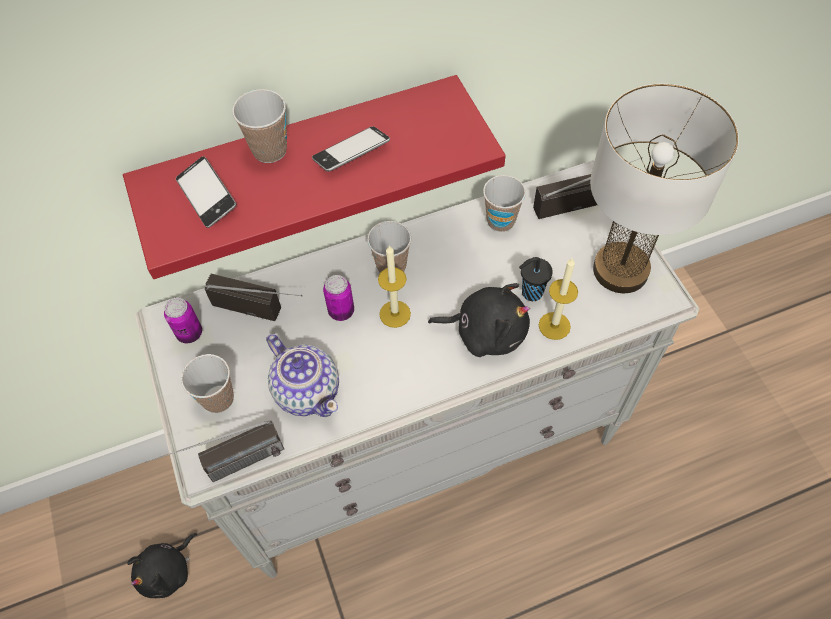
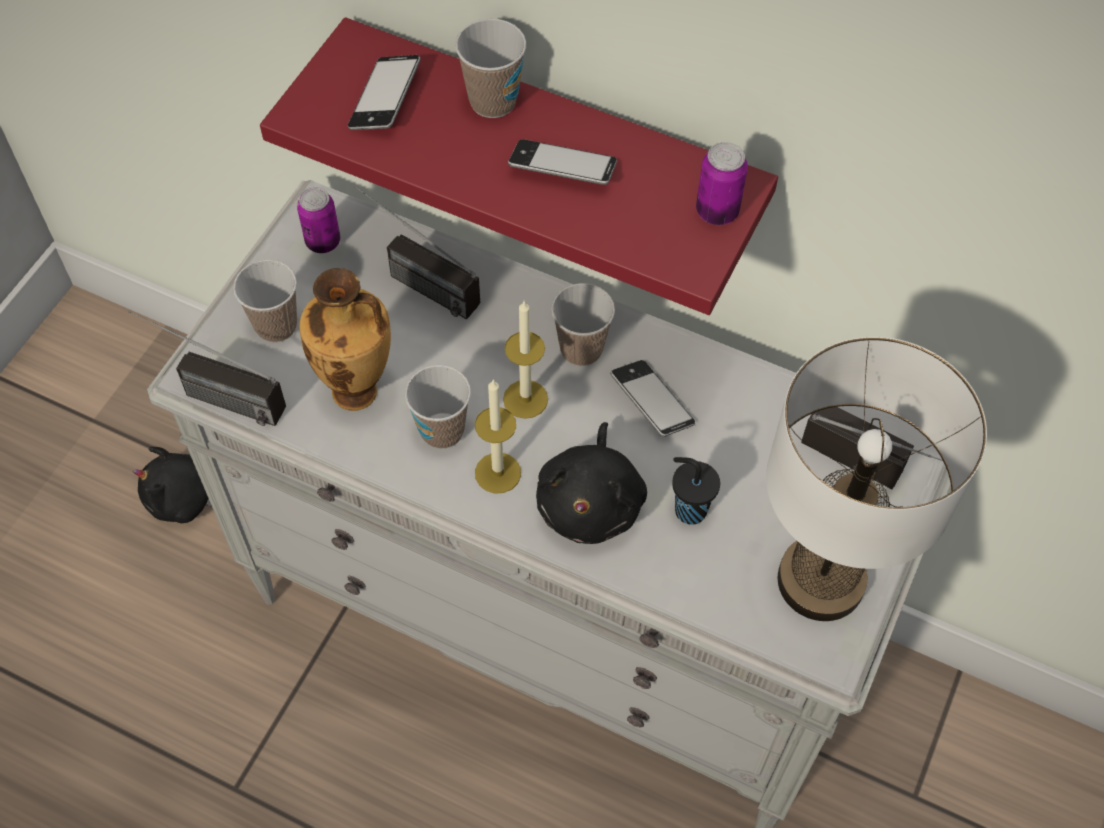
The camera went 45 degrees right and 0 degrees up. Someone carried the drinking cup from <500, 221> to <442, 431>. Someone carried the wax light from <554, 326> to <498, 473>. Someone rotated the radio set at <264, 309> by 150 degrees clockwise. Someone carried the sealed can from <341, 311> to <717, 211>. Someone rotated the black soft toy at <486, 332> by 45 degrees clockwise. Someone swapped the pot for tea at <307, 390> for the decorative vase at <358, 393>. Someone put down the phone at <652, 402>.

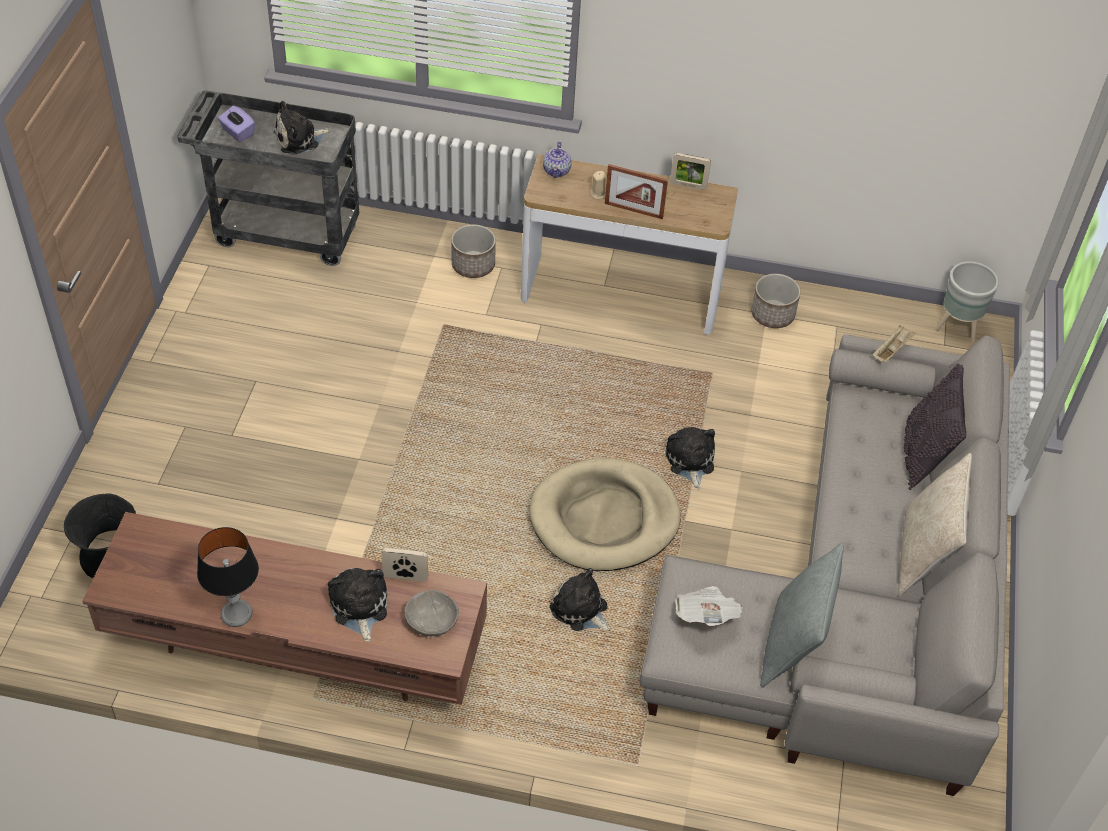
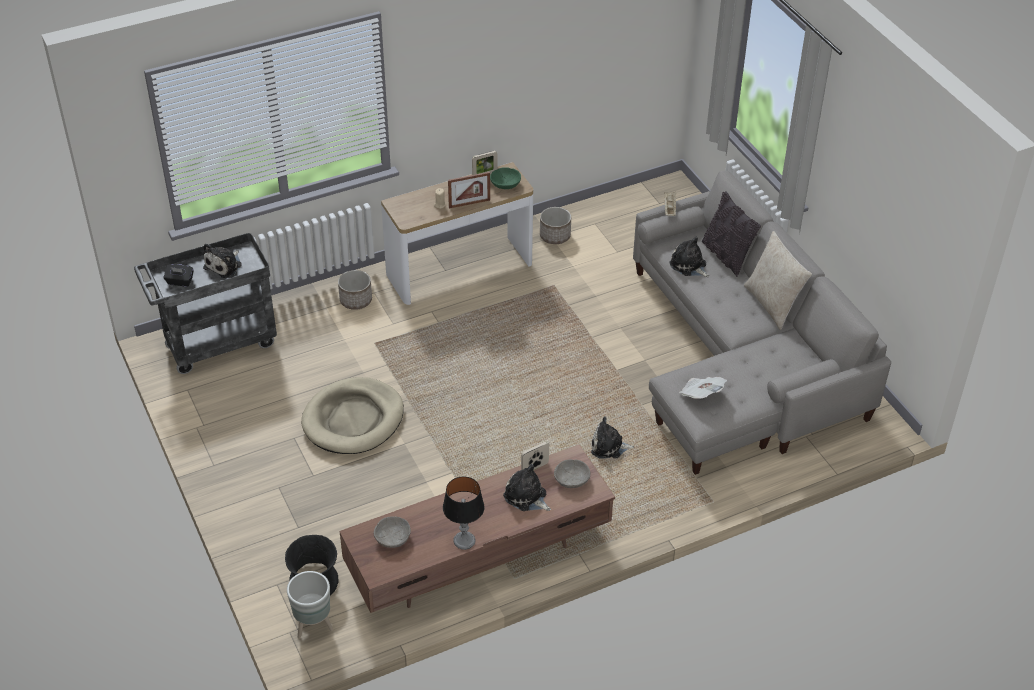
The camera went 35 degrees left and 5 degrees down. Someone repainted the purplish tissue box at <237, 132>, which became the black tissue box at <180, 281>. Someone took away the pot for tea at <557, 170>. Someone carried the gray planter from <956, 328> to <313, 626>. Someone carried the soft toy from <690, 462> to <689, 266>. Someone carried the beige-coloured pet bed from <604, 519> to <353, 419>. Someone took away the gray cushion at <793, 644>. Someone put down the green bowl at <505, 184>. Someone put down the gray bowl at <392, 538>.

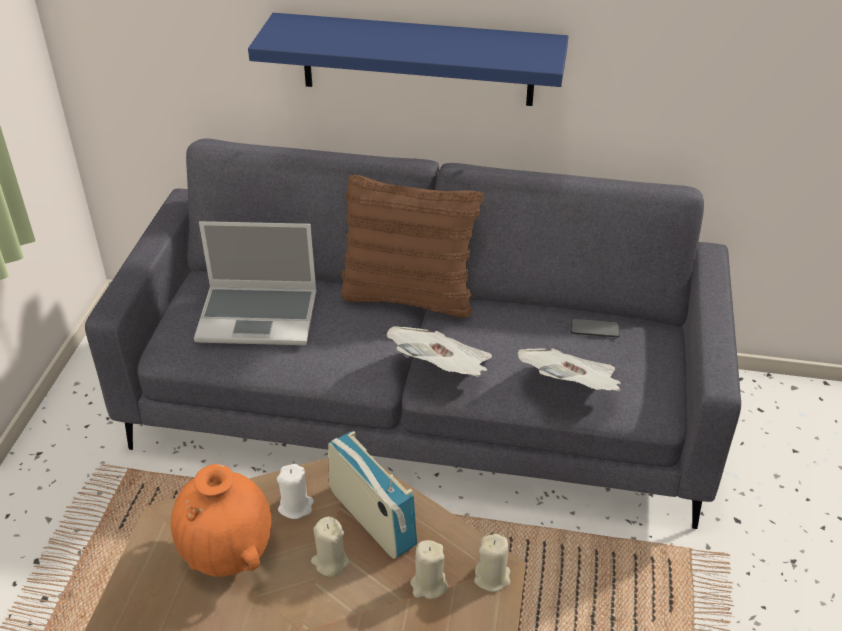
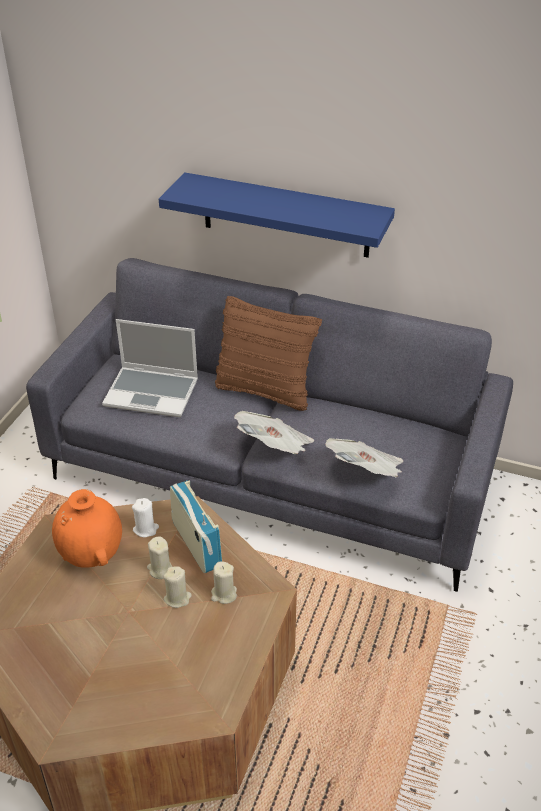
The camera went 10 degrees right and 0 degrees up. Someone took away the phone at <594, 329>. Someone carried the beige-coloured wax light from <492, 577> to <177, 598>.

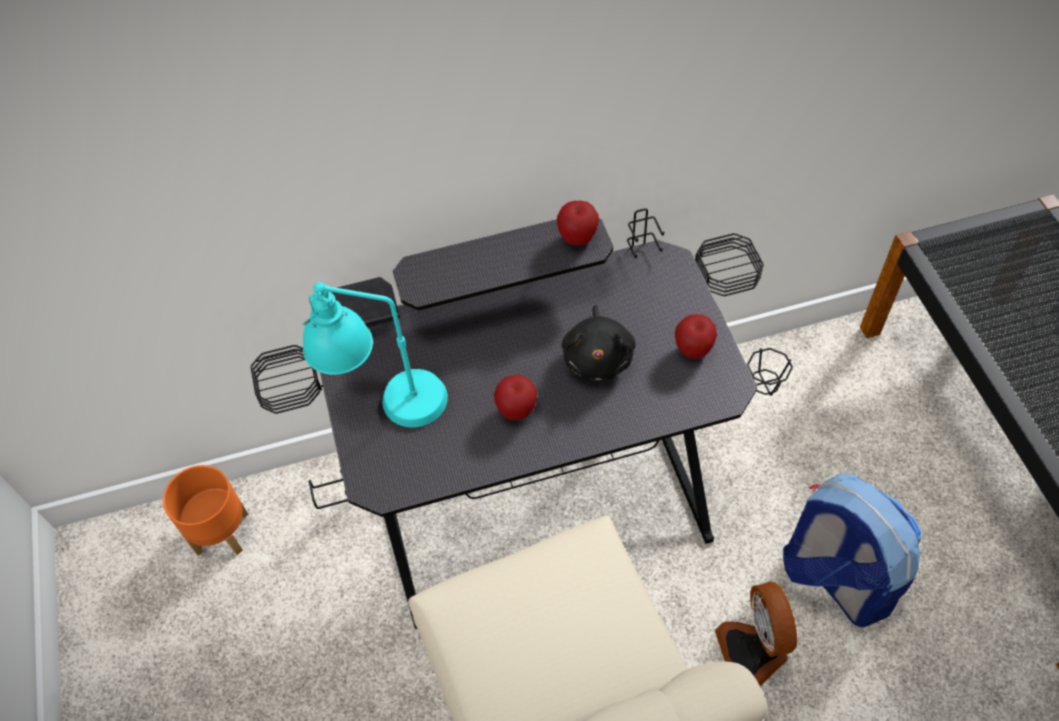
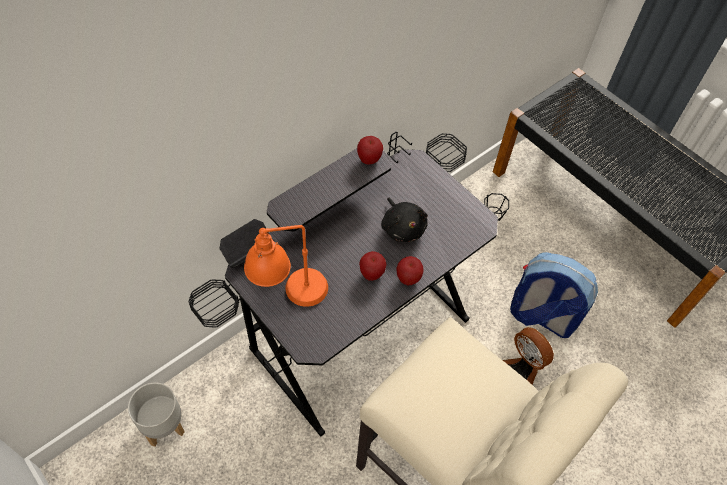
The camera went 30 degrees left and 0 degrees up. Someone repainted the blue-green tabletop lamp at <385, 403>, which became the orange tabletop lamp at <289, 296>. Someone carried the apple from <693, 350> to <408, 279>. Someone repainted the orange planter at <221, 531>, which became the gray planter at <163, 425>.

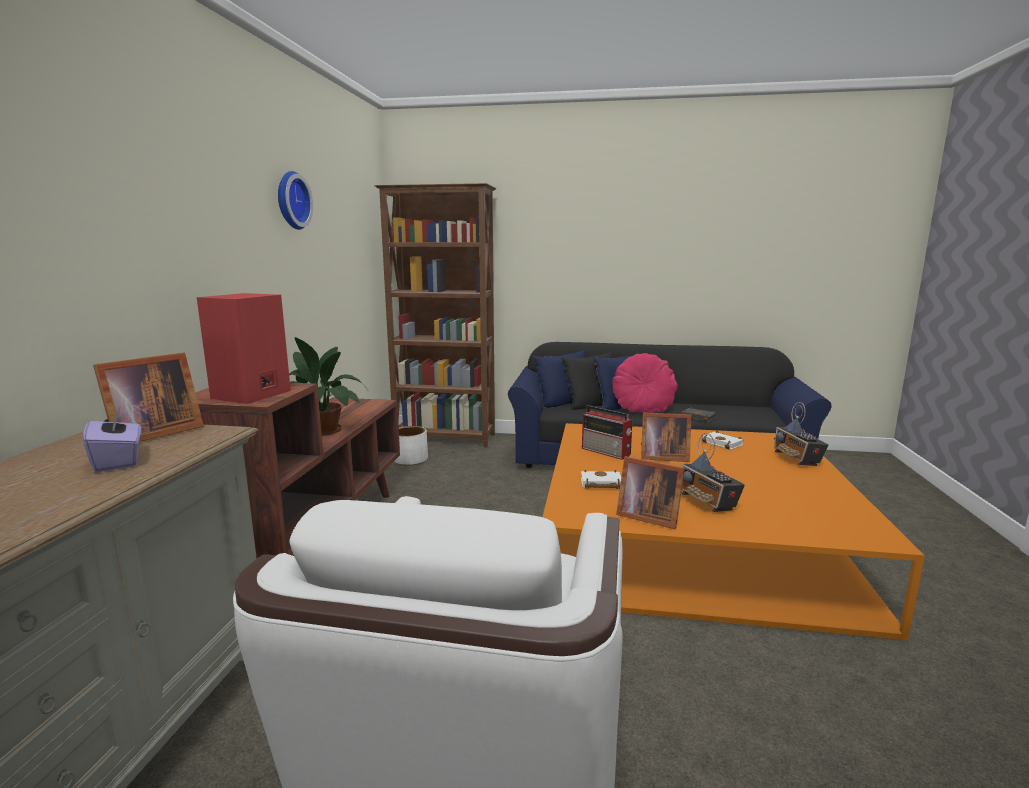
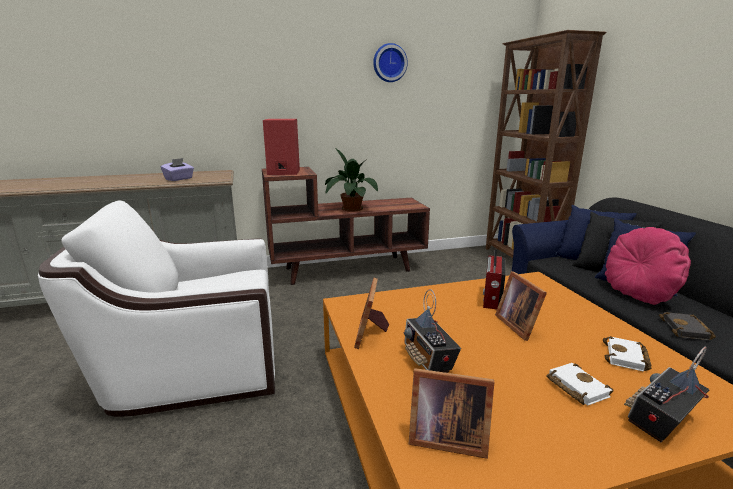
The camera went 65 degrees right and 5 degrees up. Someone carried the standing frame from <151, 434> to <444, 437>. Someone took away the whitish planter at <410, 460>. Someone rotated the radio set at <708, 503> by 60 degrees counterclockwise. Someone carried the whitish book from <600, 484> to <575, 387>.

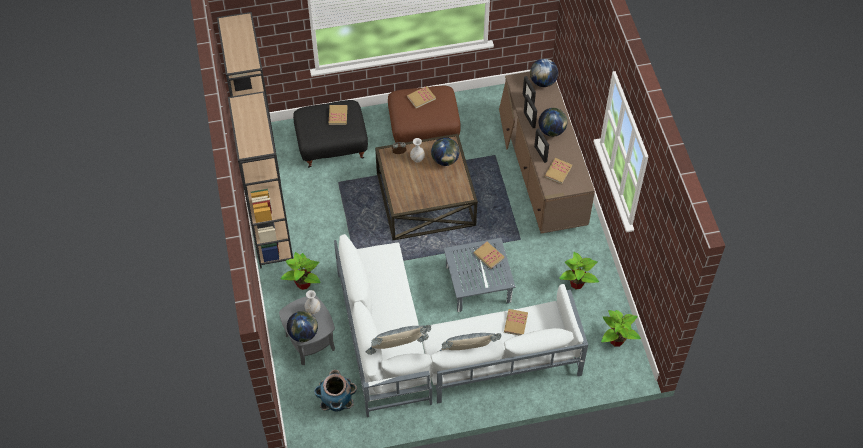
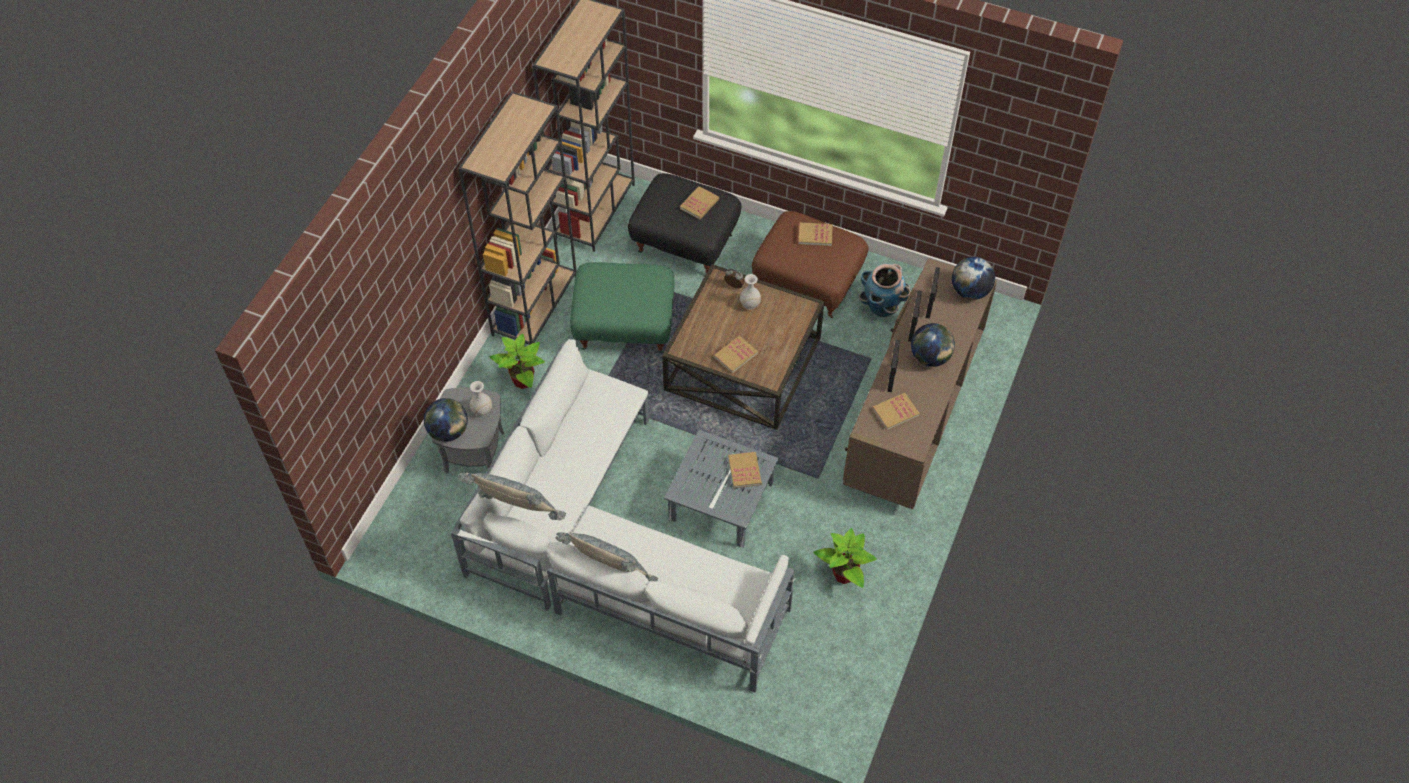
The camera went 35 degrees right and 0 degrees up. Someone took away the globe at <445, 160>. Someone carried the book from <515, 323> to <735, 355>. Someone took away the potted plant at <616, 340>. Someone carried the planter from <337, 403> to <881, 308>. Someone put down the green ottoman at <625, 326>.

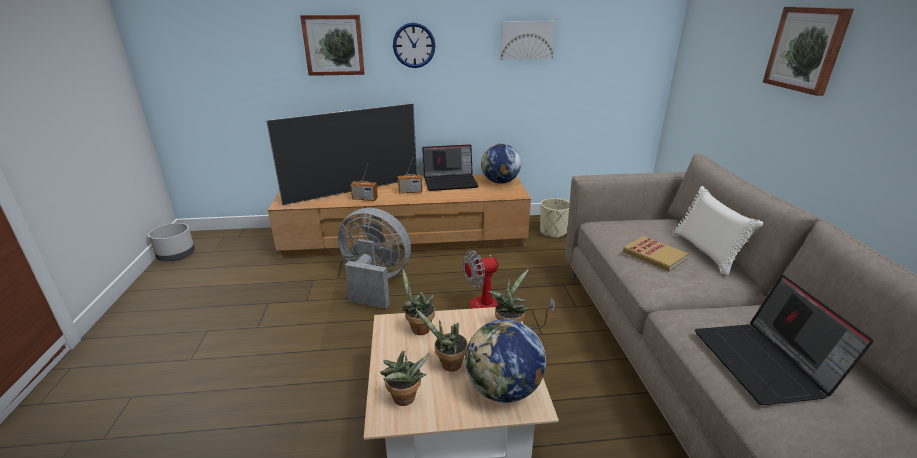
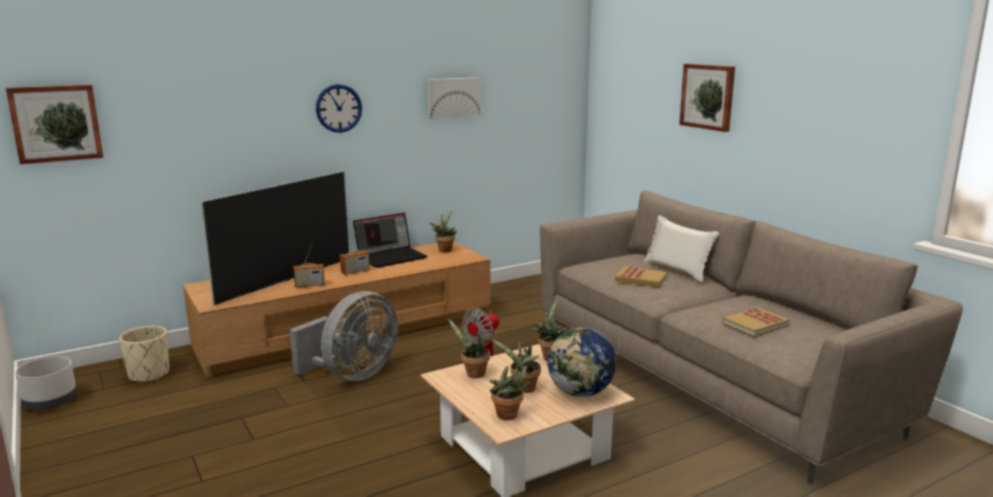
The camera went 25 degrees left and 10 degrees down. Someone carried the wall picture from <334, 45> to <56, 123>. Someone swapped the globe at <500, 182> for the potted plant at <445, 250>. Someone carried the beige-coloured planter from <553, 232> to <149, 374>. Someone rotated the gray cooling fan at <375, 282> by 135 degrees clockwise. Someone swapped the laptop at <764, 363> for the book at <755, 324>.

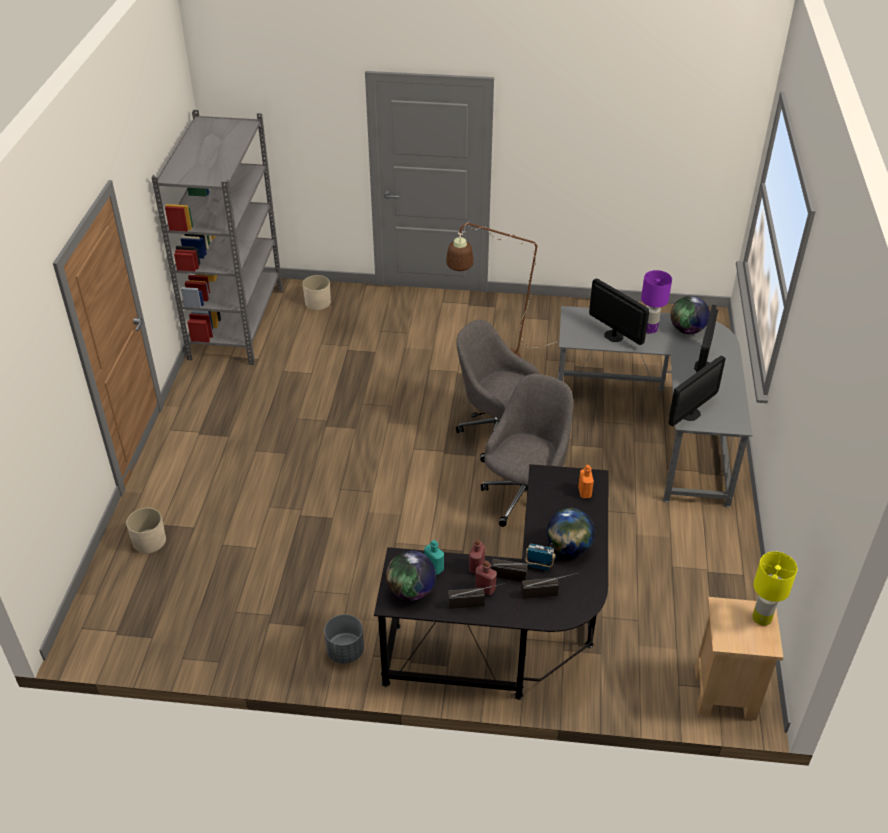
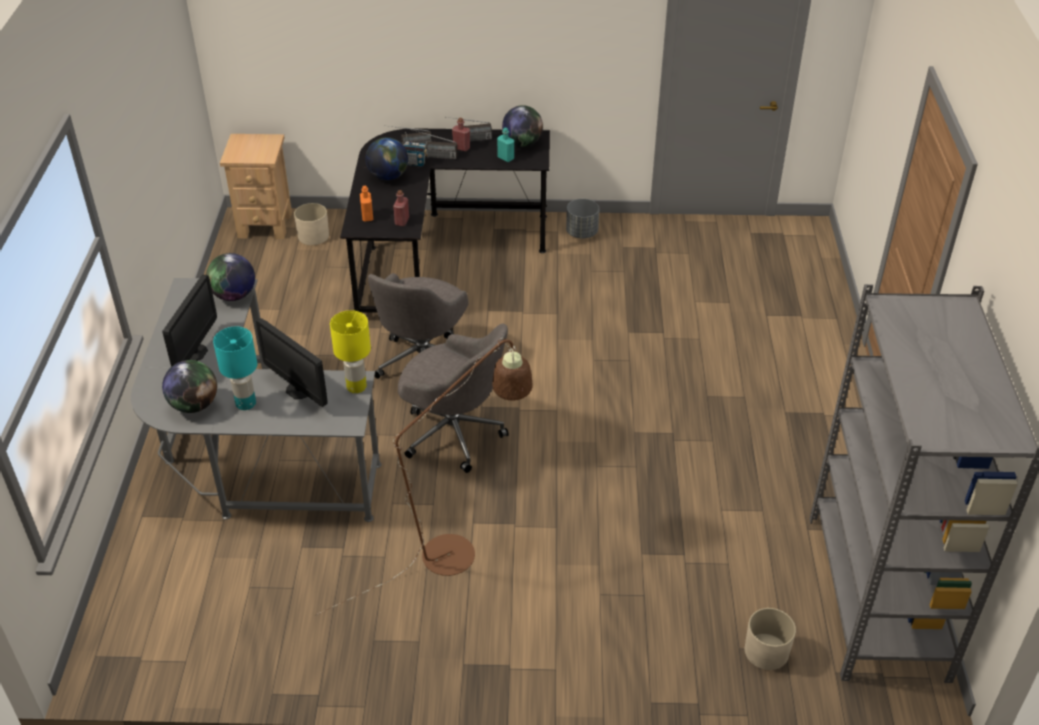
The camera went 175 degrees right and 0 degrees up. Someone repainted the purplish tabletop lamp at <649, 329>, which became the blue-green tabletop lamp at <246, 403>. Someone swapped the monitor at <690, 414> for the globe at <234, 295>. Someone carried the beige-coloured planter from <149, 541> to <313, 236>. Someone carried the reddish bottle from <476, 567> to <402, 221>. Someone carried the yellow tabletop lamp from <761, 617> to <356, 387>.

